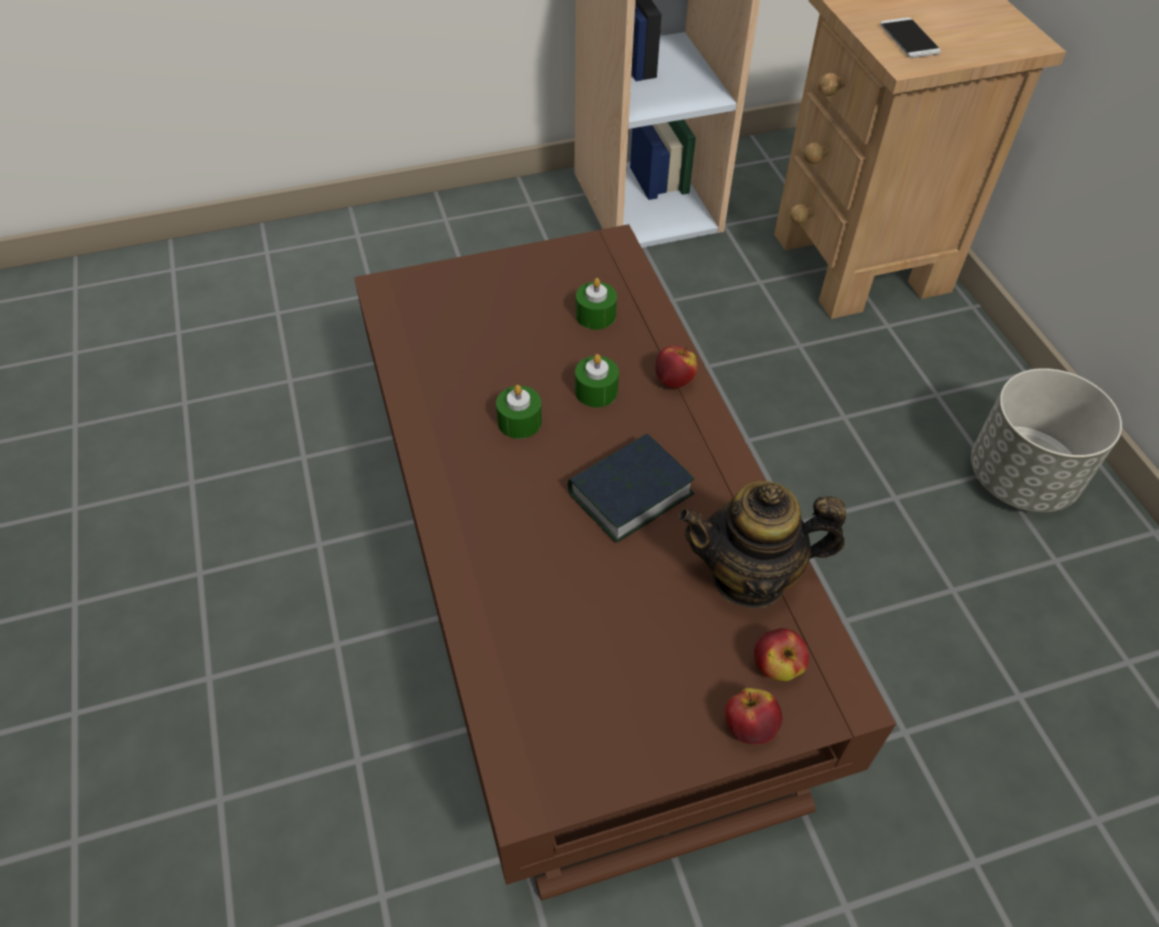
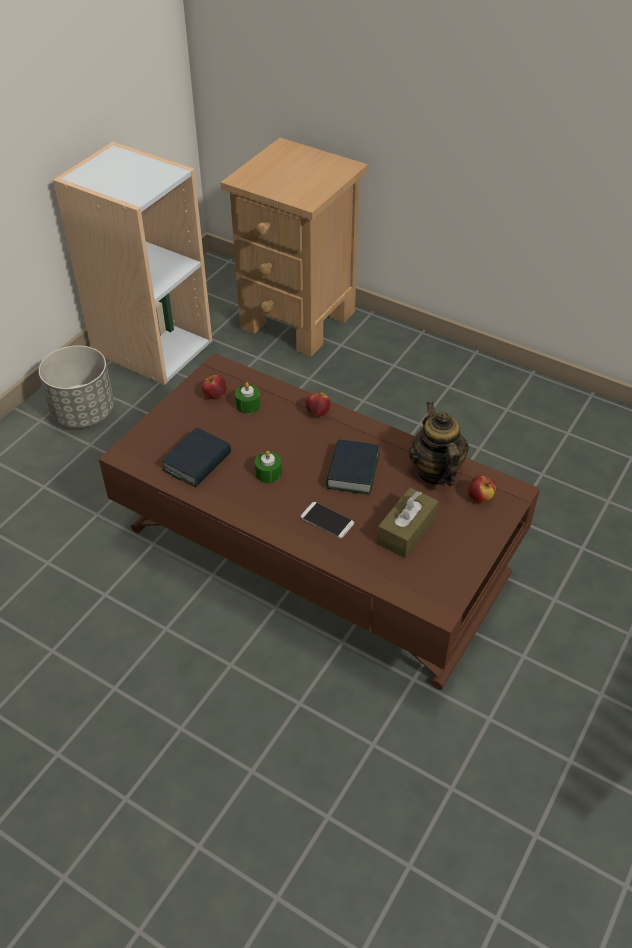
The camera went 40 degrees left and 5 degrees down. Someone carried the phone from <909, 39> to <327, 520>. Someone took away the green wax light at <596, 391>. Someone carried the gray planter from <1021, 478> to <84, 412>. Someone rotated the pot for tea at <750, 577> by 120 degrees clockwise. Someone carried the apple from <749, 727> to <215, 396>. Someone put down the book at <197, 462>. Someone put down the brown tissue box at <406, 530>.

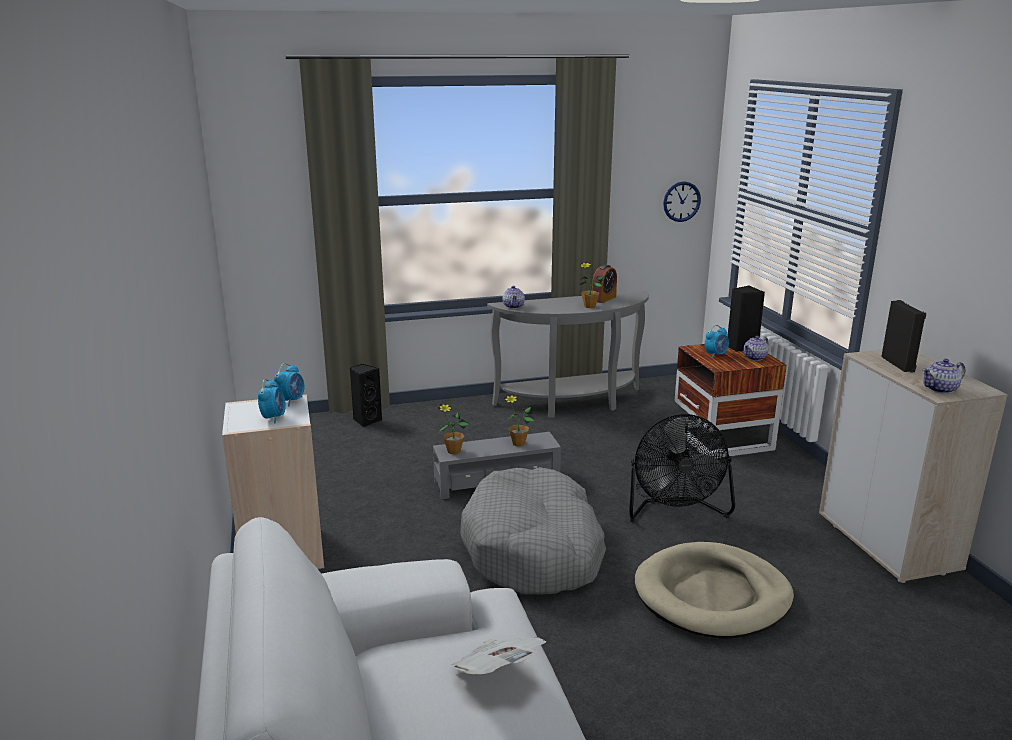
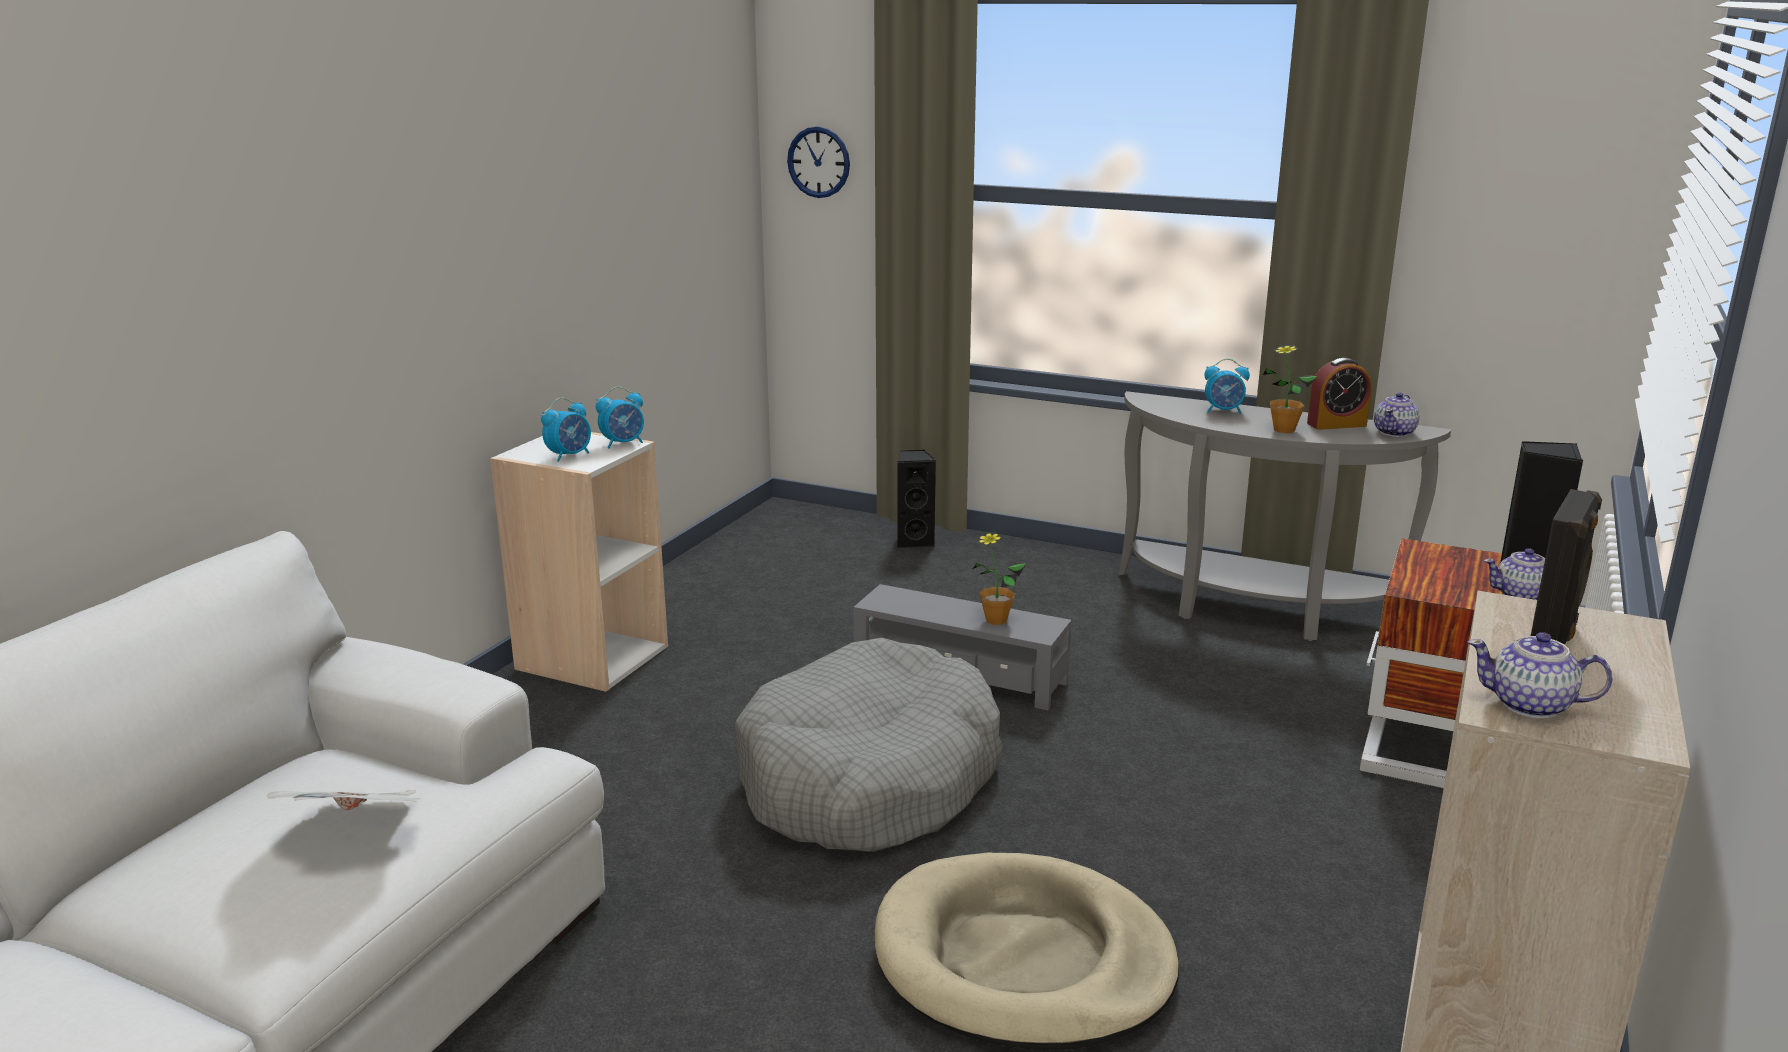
The camera went 40 degrees right and 0 degrees up. Someone carried the clock on the wall from <681, 201> to <818, 162>. Someone carried the pot for tea from <513, 306> to <1395, 432>. Someone carried the bedside clock from <716, 355> to <1224, 411>. Someone took away the potted plant at <453, 451>. Someone took away the black cooling fan at <670, 509>.

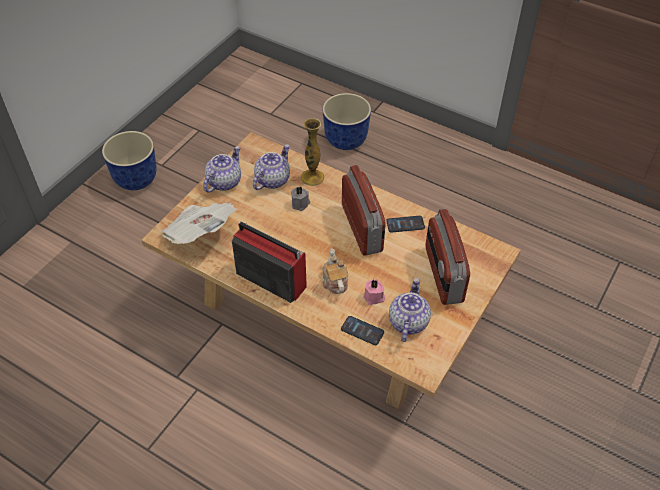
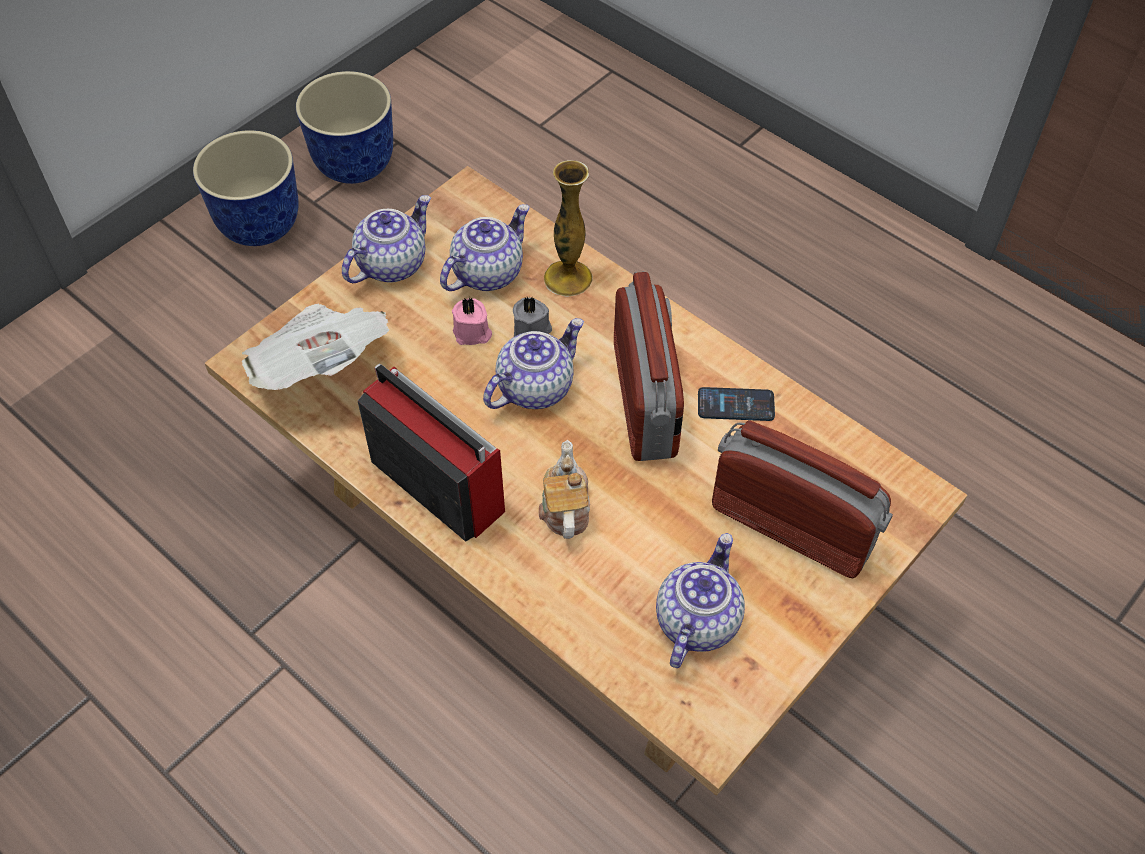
The camera went 10 degrees right and 5 degrees up. Someone carried the planter from <345, 140> to <354, 164>. Someone rotated the radio set at <443, 274> by 120 degrees clockwise. Someone carried the pink-coloured wax light from <374, 297> to <472, 333>. Someone took away the phone at <362, 331>. Someone put down the pot for tea at <535, 387>.

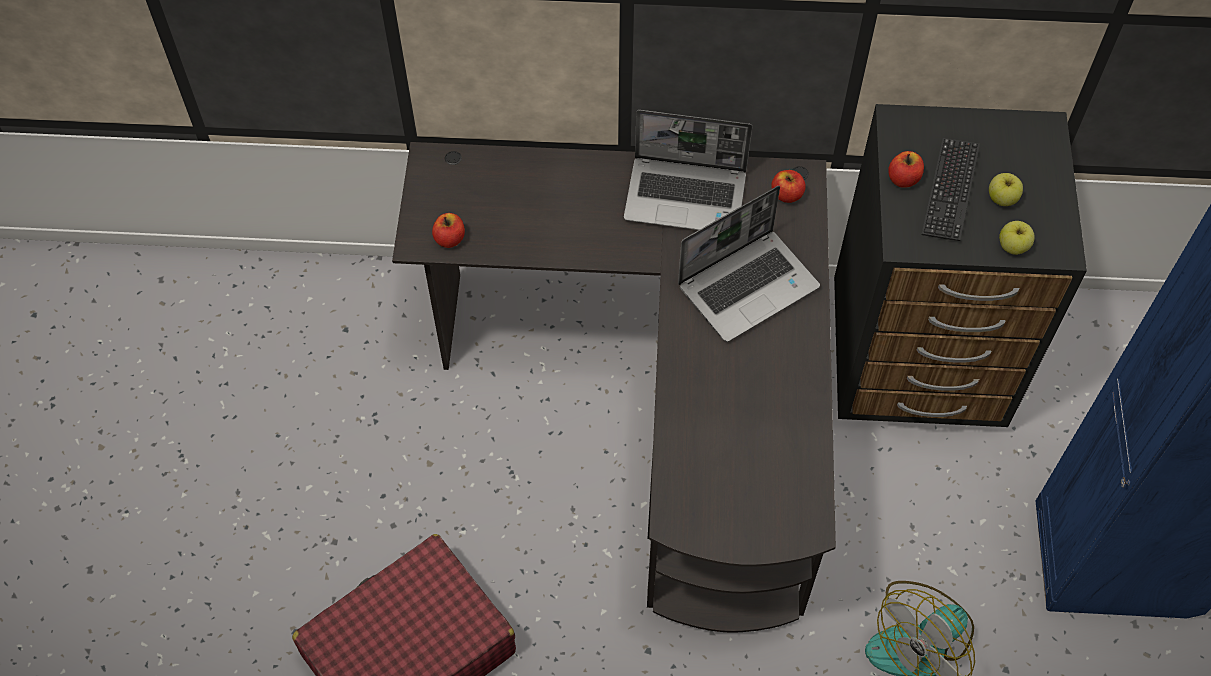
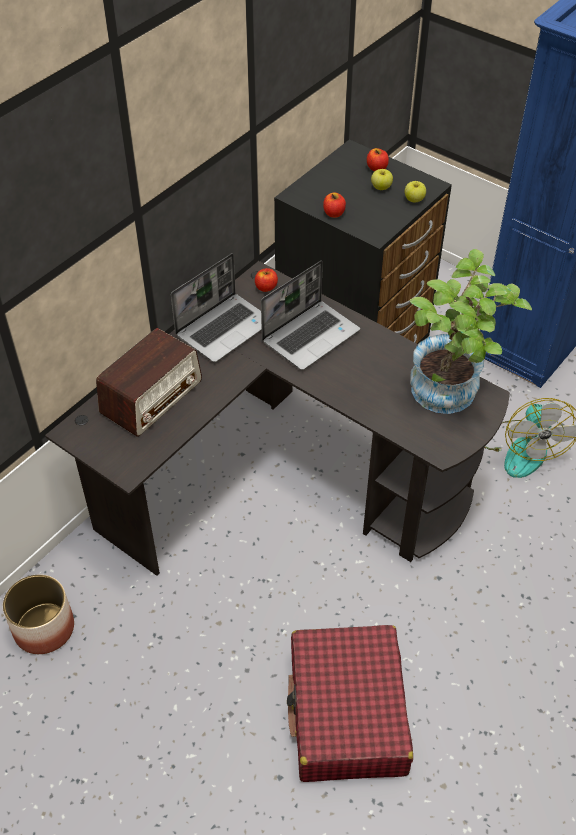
The camera went 55 degrees left and 10 degrees down. Someone took away the PC keyboard at <950, 190>. Someone rotated the laptop at <748, 285> by 45 degrees clockwise. Someone carried the apple from <450, 239> to <377, 168>. Someone put down the potted plant at <450, 396>. Someone put down the radio set at <152, 396>. Someone put down the planter at <43, 628>.

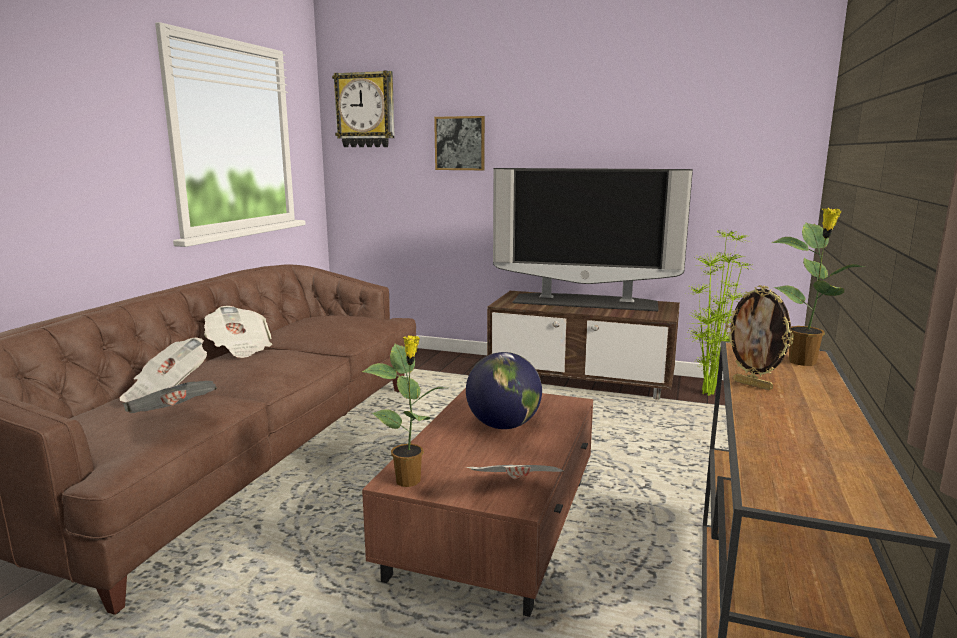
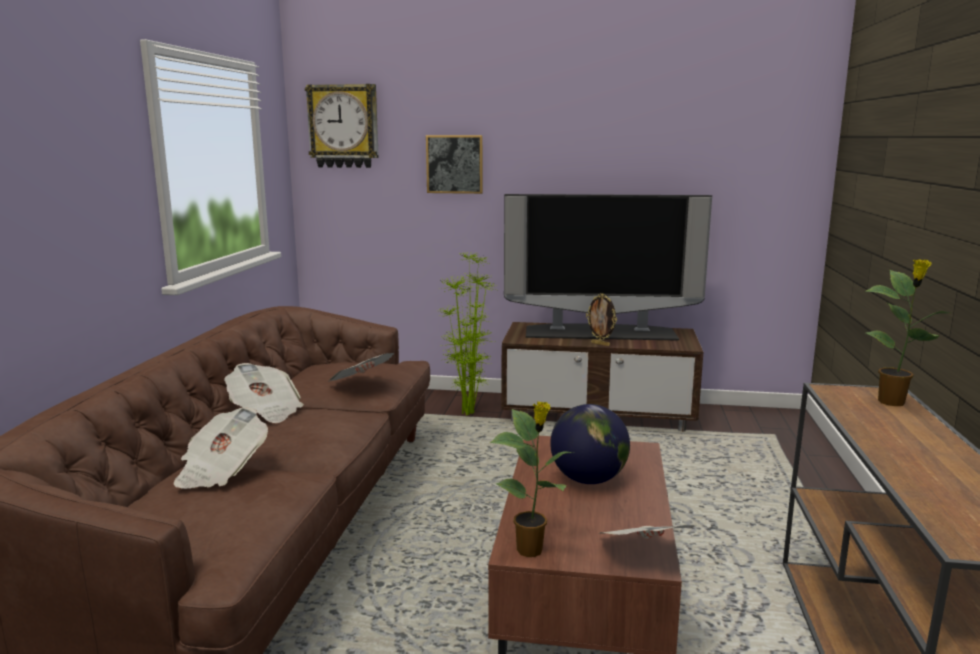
The camera went 10 degrees left and 0 degrees up. Someone carried the potted plant from <710, 394> to <470, 413>. Someone carried the standing frame from <753, 385> to <600, 344>. Someone carried the newspaper from <173, 420> to <361, 384>.

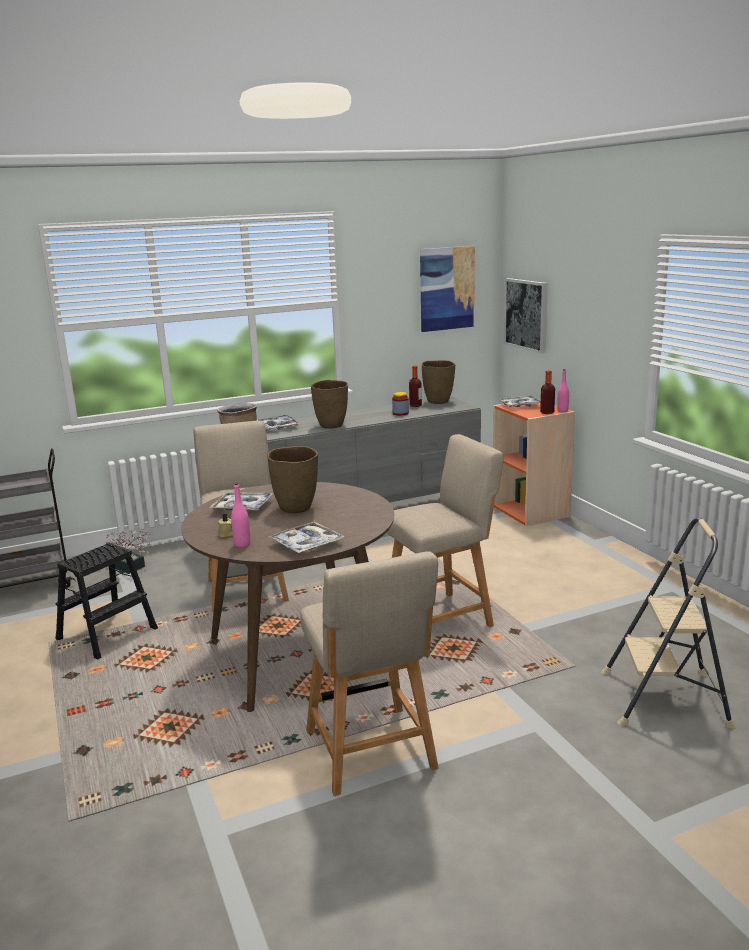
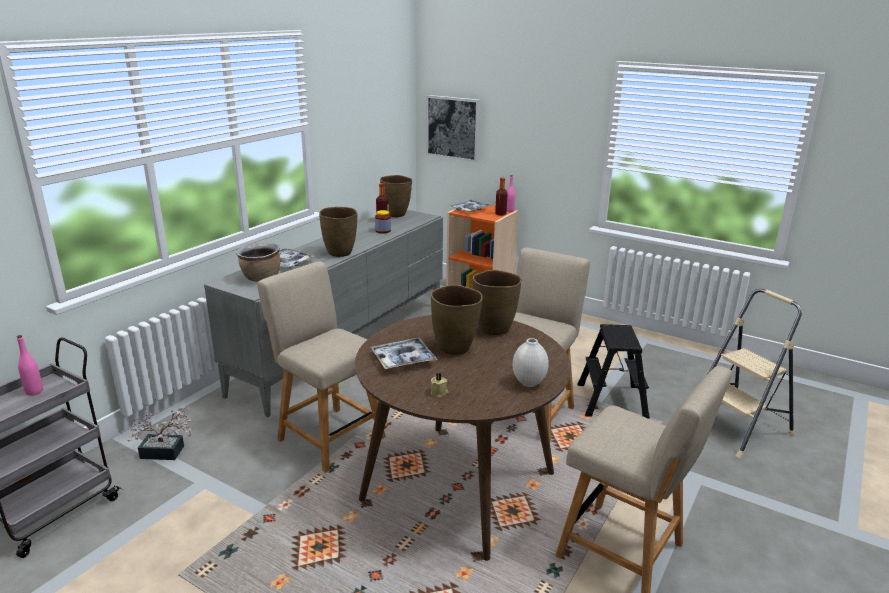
The camera went 35 degrees left and 5 degrees up. Someone took away the wall picture at <447, 288>. Someone carried the pink-coloured bottle from <242, 544> to <34, 391>. Someone swapped the serving tray at <306, 544> for the whitish decorative vase at <528, 383>. Someone carried the black step stool from <107, 633> to <611, 401>. Someone put down the brown decorative vase at <494, 329>.

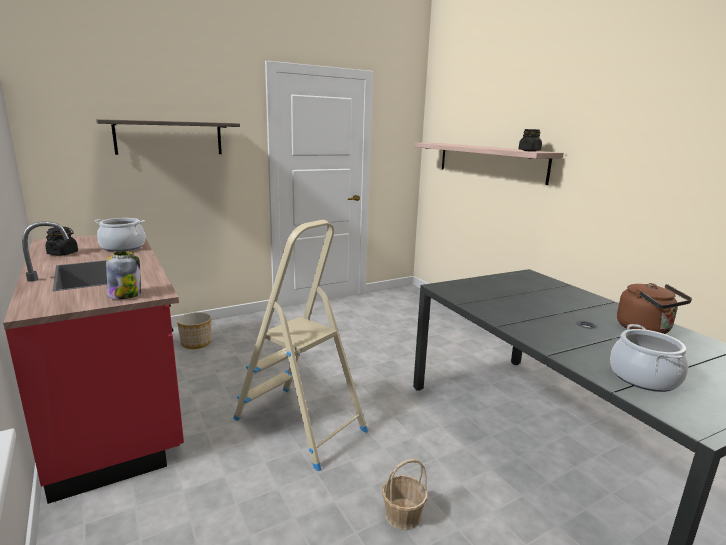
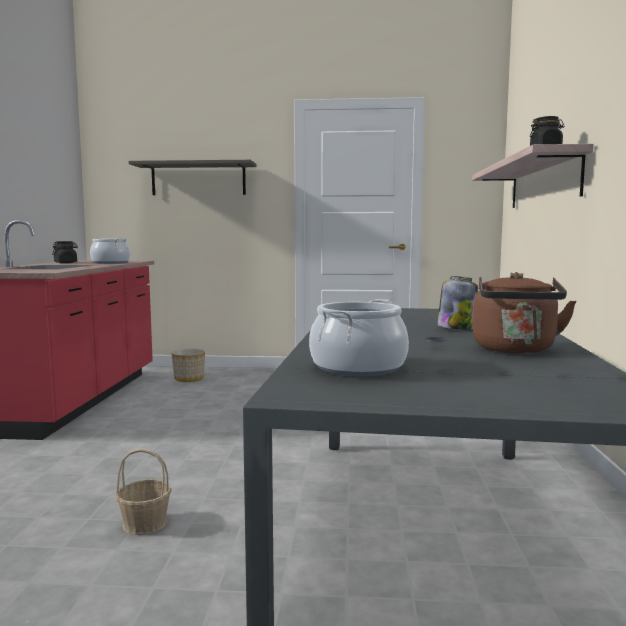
The camera went 35 degrees right and 10 degrees down. Someone took away the beige-coloured step stool at <298, 424>. Someone carried the jar from <125, 295> to <456, 328>.

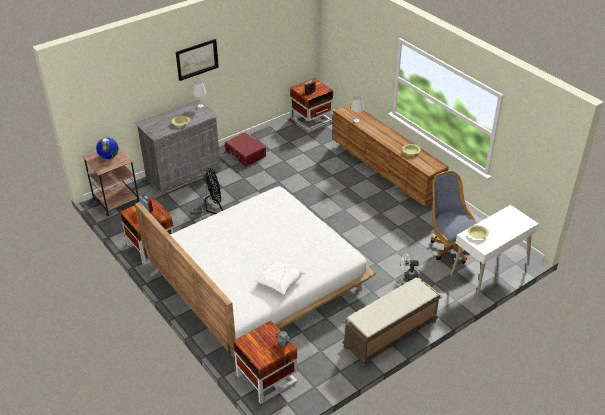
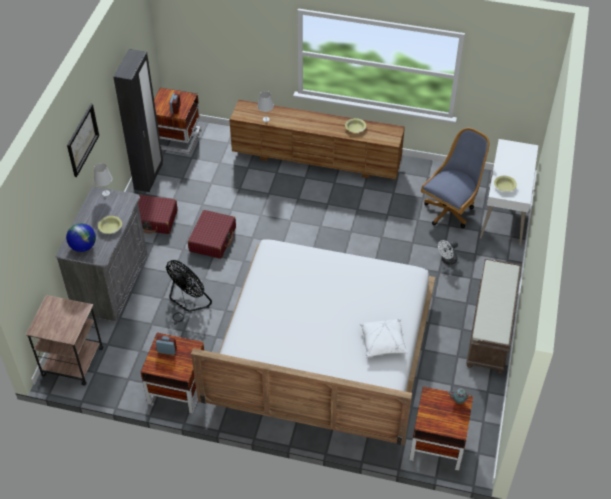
The camera went 40 degrees left and 10 degrees up. Someone carried the globe from <109, 157> to <83, 246>. Someone rotated the blue-coloured office chair at <449, 247> by 105 degrees clockwise. Someone put down the black wardrobe at <149, 176>. Someone put down the reddish piece of luggage at <213, 239>.

